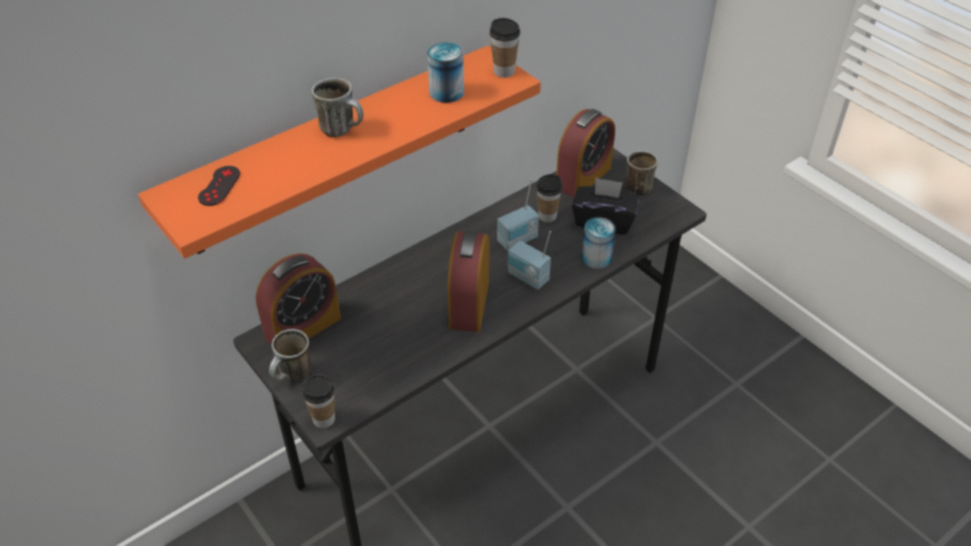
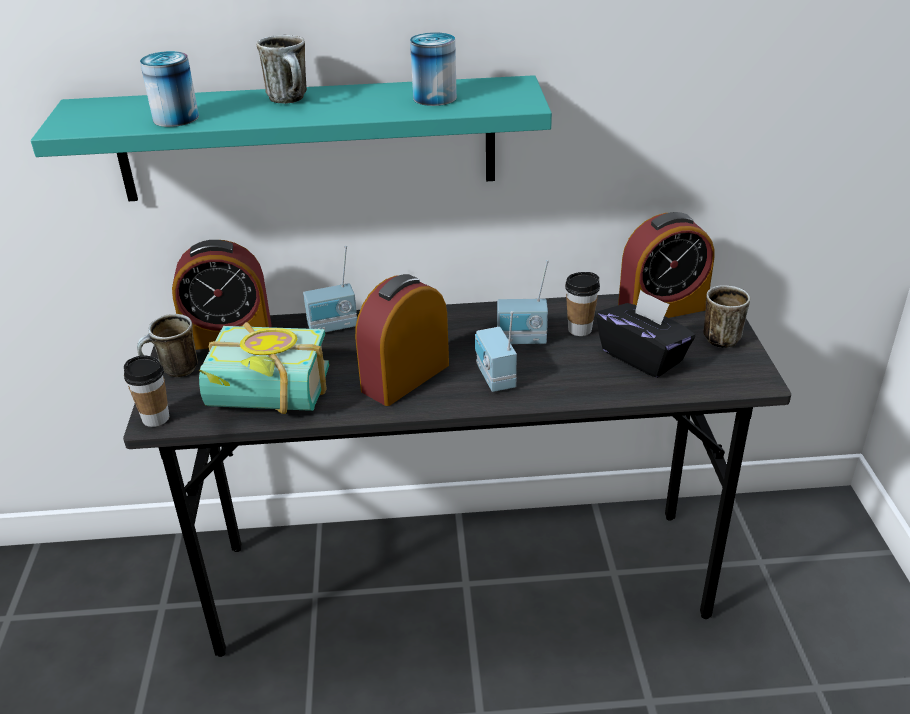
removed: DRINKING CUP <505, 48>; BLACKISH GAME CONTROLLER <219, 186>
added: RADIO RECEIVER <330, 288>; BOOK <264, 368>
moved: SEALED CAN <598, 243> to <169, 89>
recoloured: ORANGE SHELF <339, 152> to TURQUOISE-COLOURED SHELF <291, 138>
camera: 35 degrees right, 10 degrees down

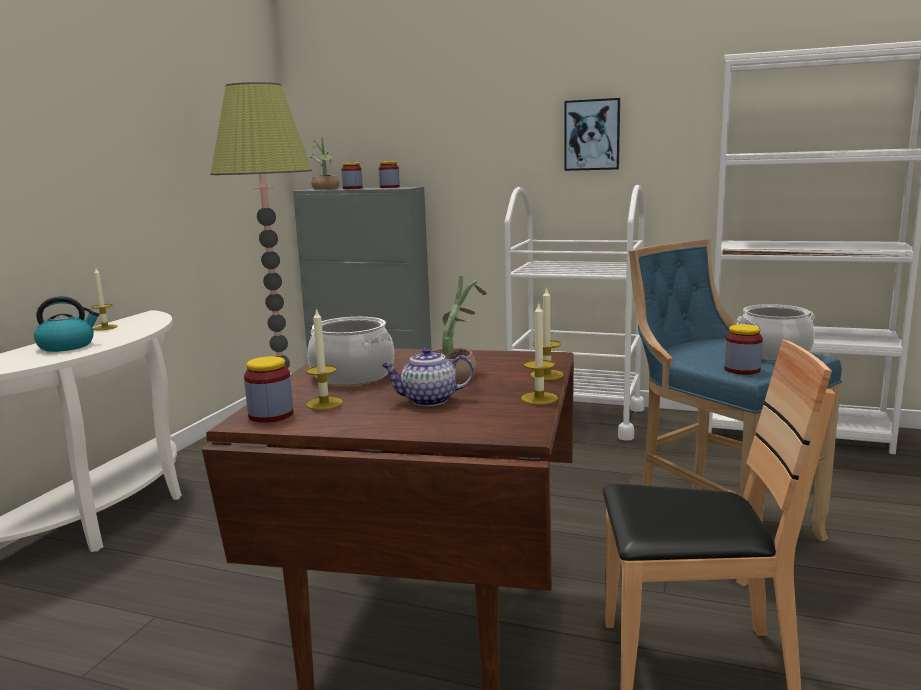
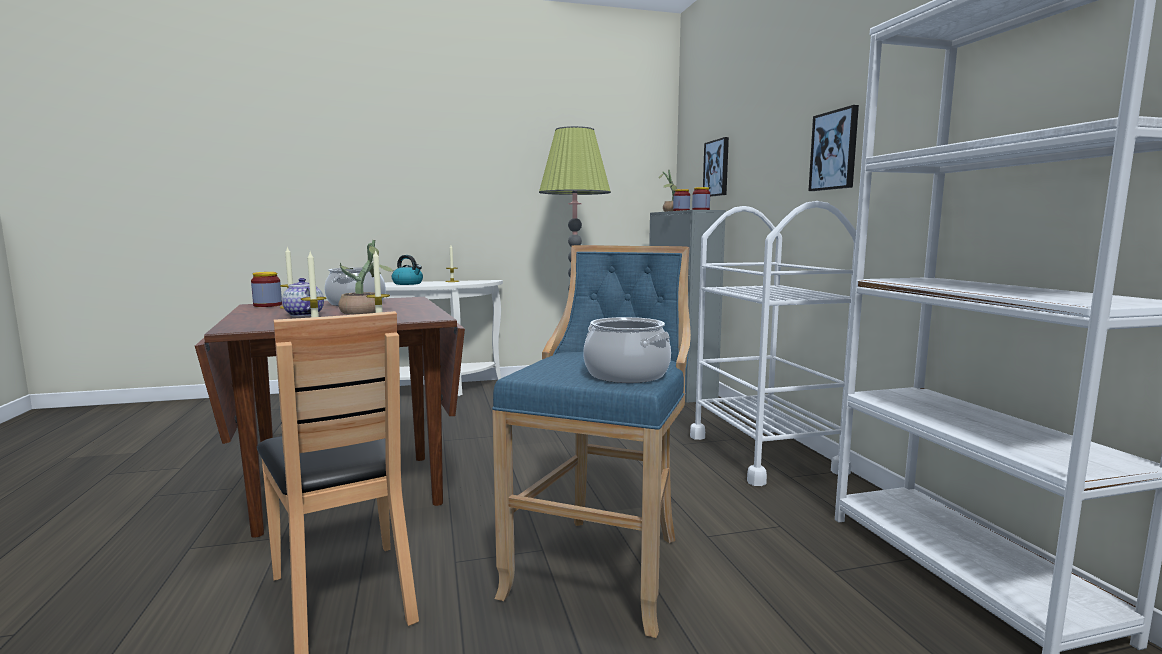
removed: JAR <743, 349>
added: PICTURE <716, 167>
camera: 55 degrees right, 5 degrees down

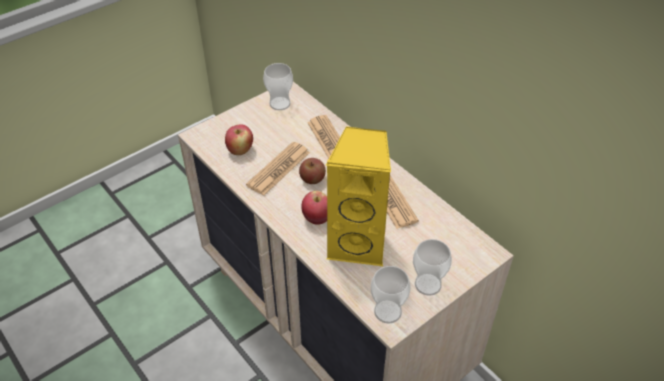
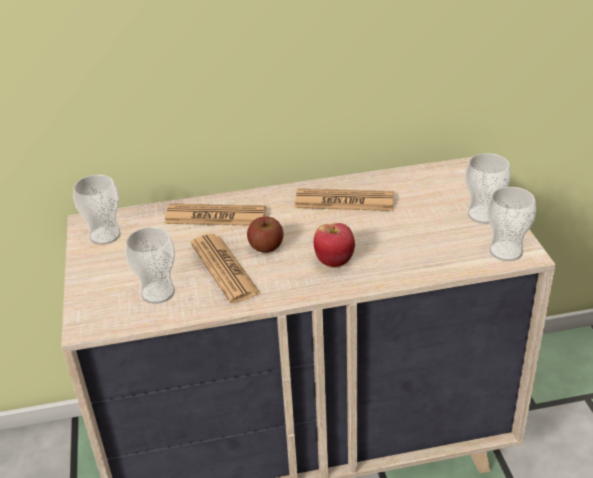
removed: YELLOW SPEAKER <358, 196>
replaced: WHOLE APPLE <239, 139> to DRINKING CUP <150, 265>
camera: 60 degrees left, 10 degrees down

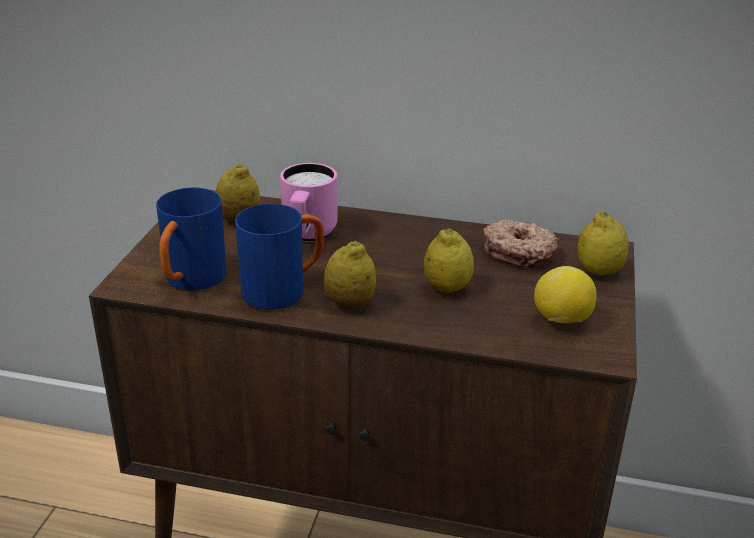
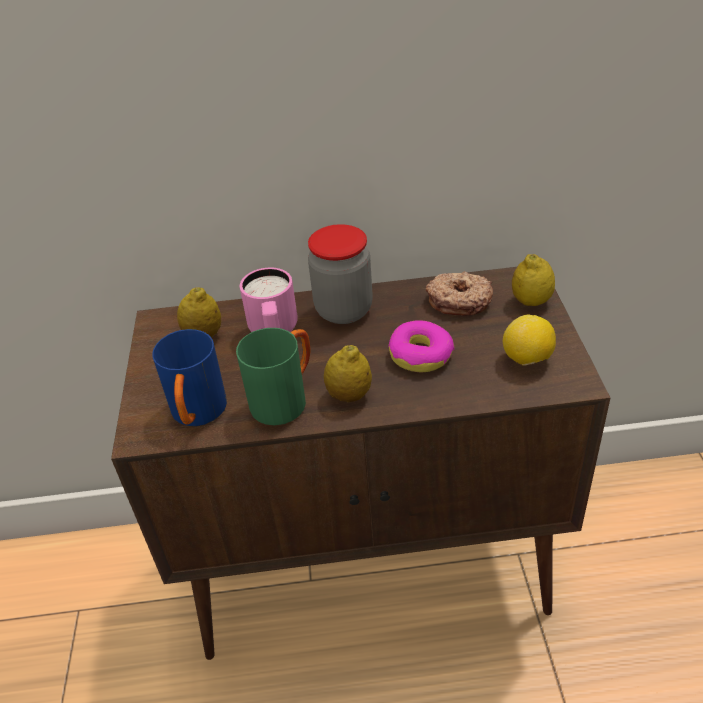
added: JAR <340, 274>
replaced: CITRUS FRUIT <449, 261> to RING DOUGHNUT <421, 346>
recoloured: BLUE-COLOURED MUG <279, 257> to GREENISH MUG <273, 376>
camera: 15 degrees left, 10 degrees up

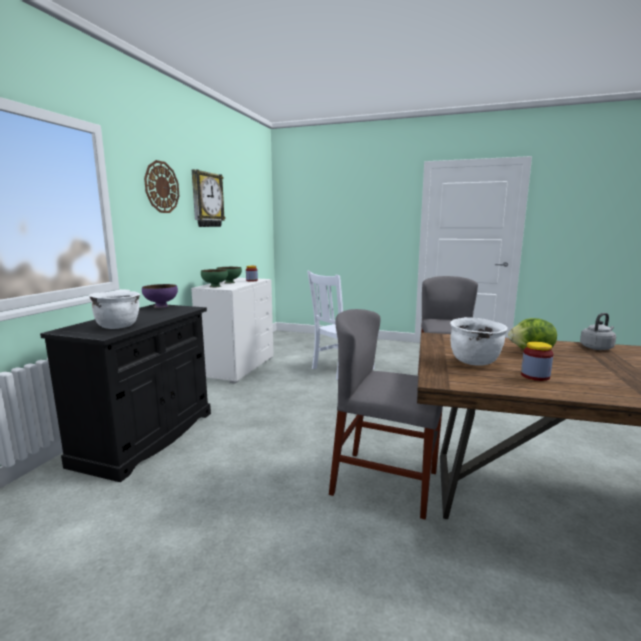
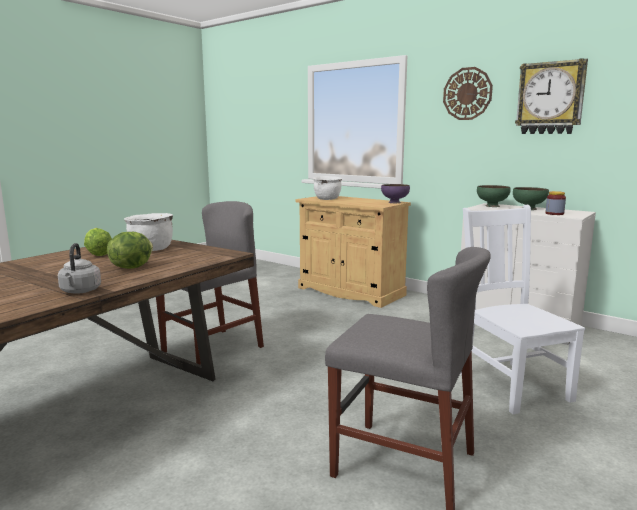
replaced: JAR <537, 361> to HEAD OF LETTUCE <98, 242>
recoloured: BLACKISH CUPBOARD <125, 393> to BEIGE-COLOURED CUPBOARD <353, 252>
camera: 110 degrees right, 0 degrees up

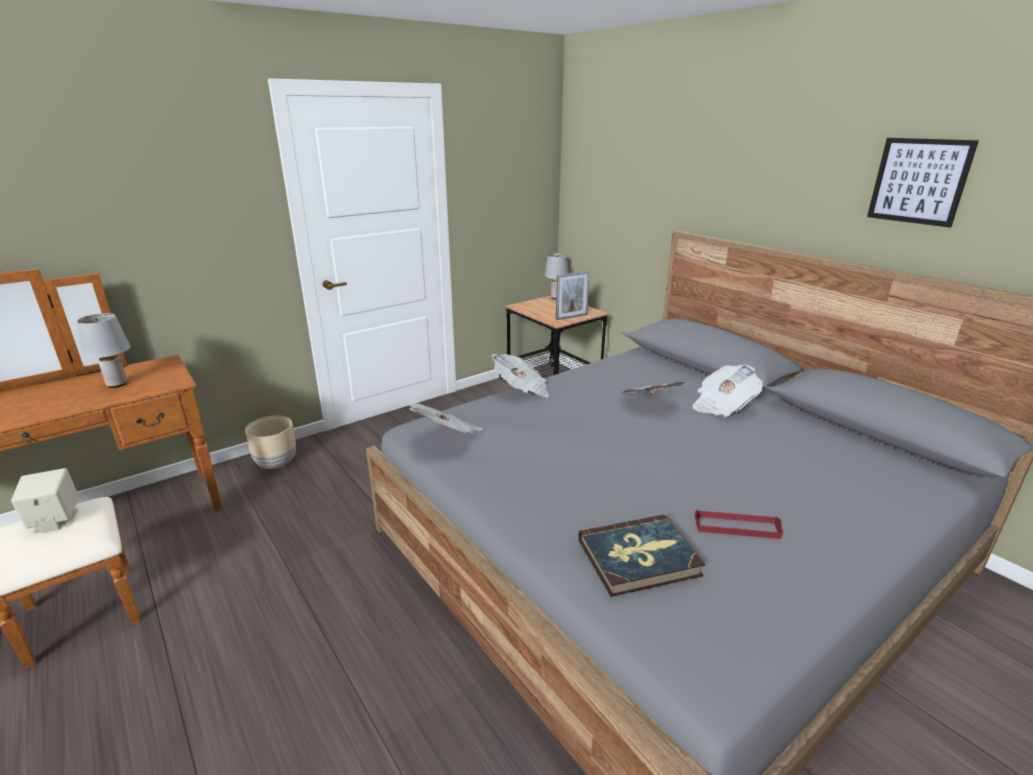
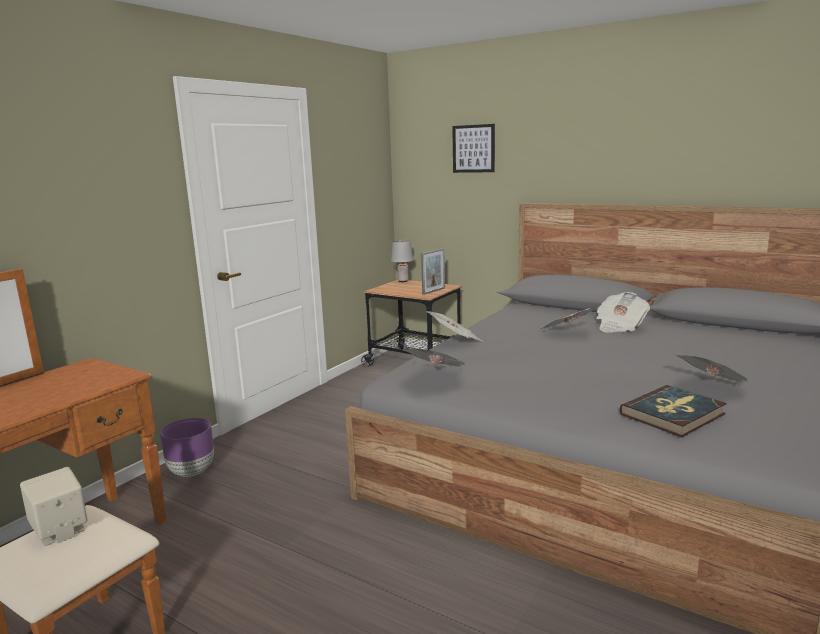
removed: GREY TABLE LAMP <103, 350>
moved: PICTURE <923, 183> to <473, 148>
replaced: RED SERVING TRAY <739, 524> to PRINTED PAPER <711, 368>
recoloured: BEIGE-COLOURED FLOWER POT <270, 442> to PURPLE FLOWER POT <187, 447>
camera: 20 degrees left, 10 degrees down

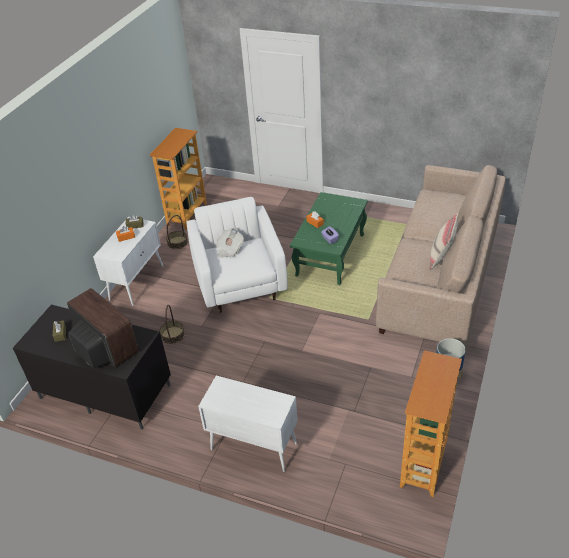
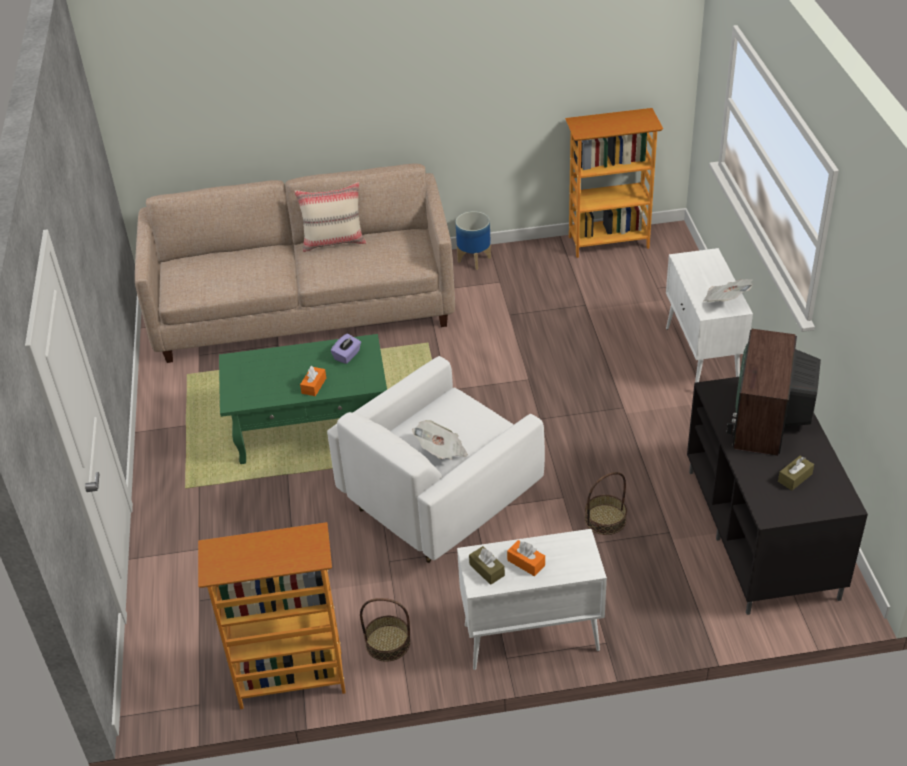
added: PRINTED PAPER <728, 290>
camera: 120 degrees left, 0 degrees up

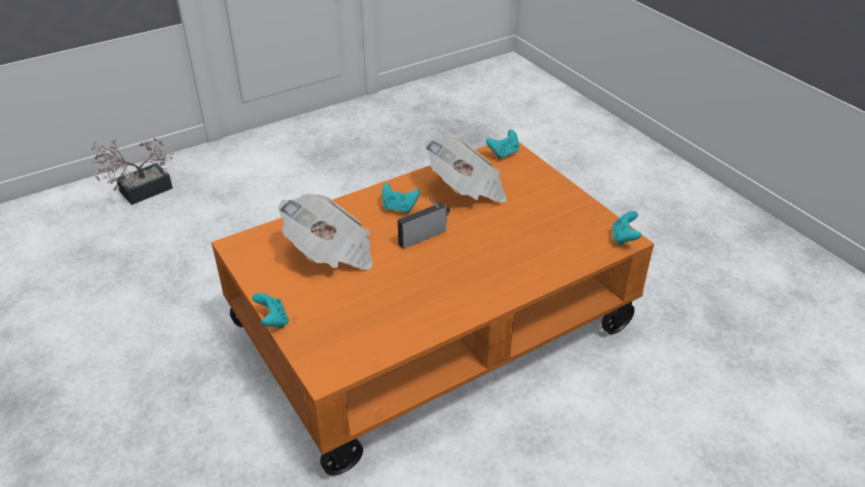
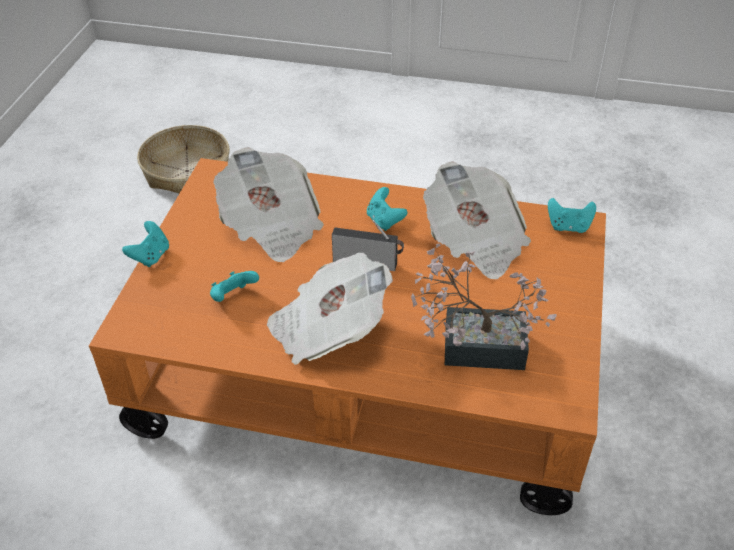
added: STORAGE BASKET <183, 159>; PRINTED PAPER <330, 309>
moved: HOUSEPLANT <132, 171> to <484, 306>; TURQUOISE-COLOURED GAME CONTROLLER <626, 228> to <234, 286>
camera: 45 degrees right, 5 degrees up

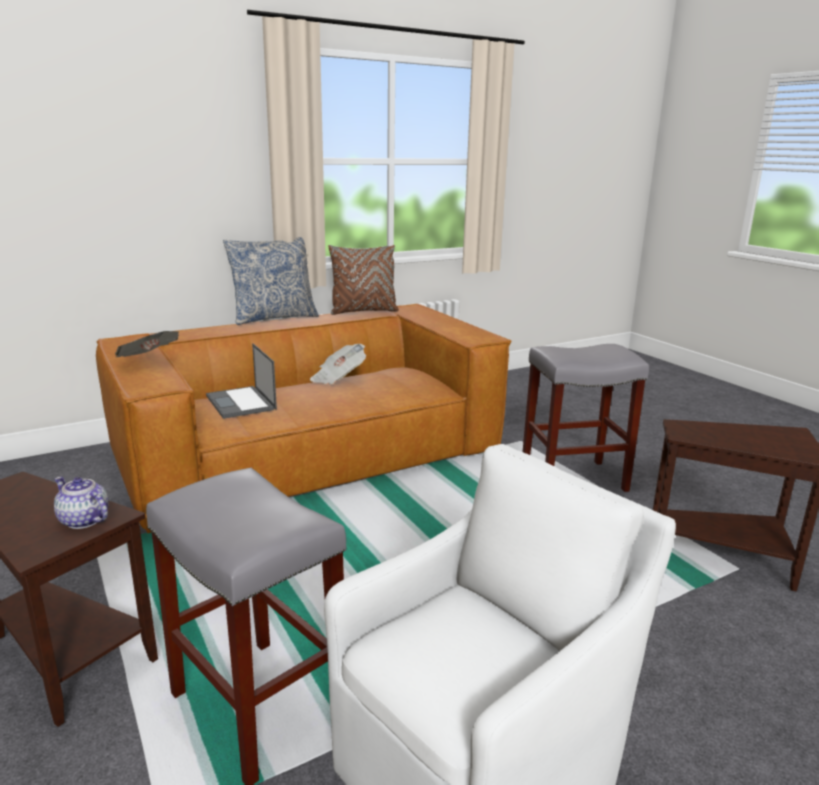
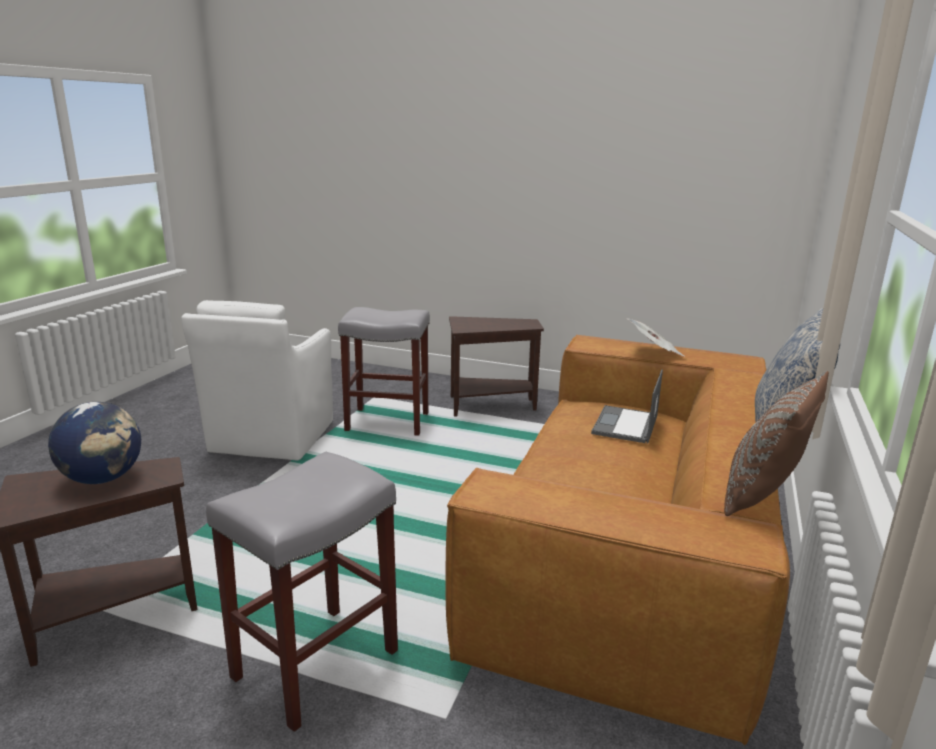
removed: PRINTED PAPER <338, 364>; TEA POT <81, 503>
added: GLOBE <94, 443>
turned: NOTEBOOK COMPUTER <241, 381> = <627, 407> 90 degrees counterclockwise
camera: 140 degrees right, 0 degrees up

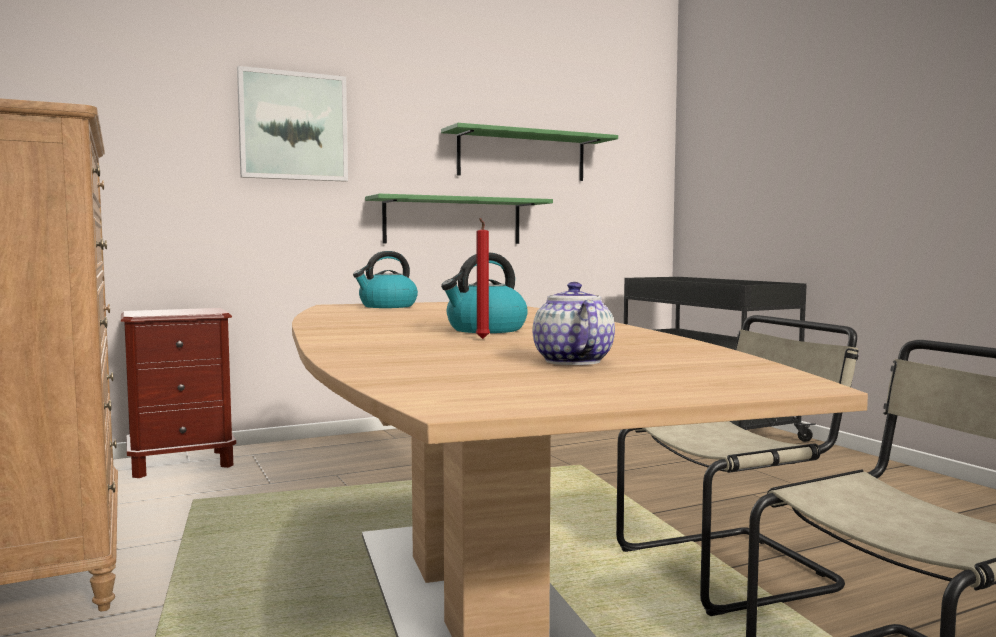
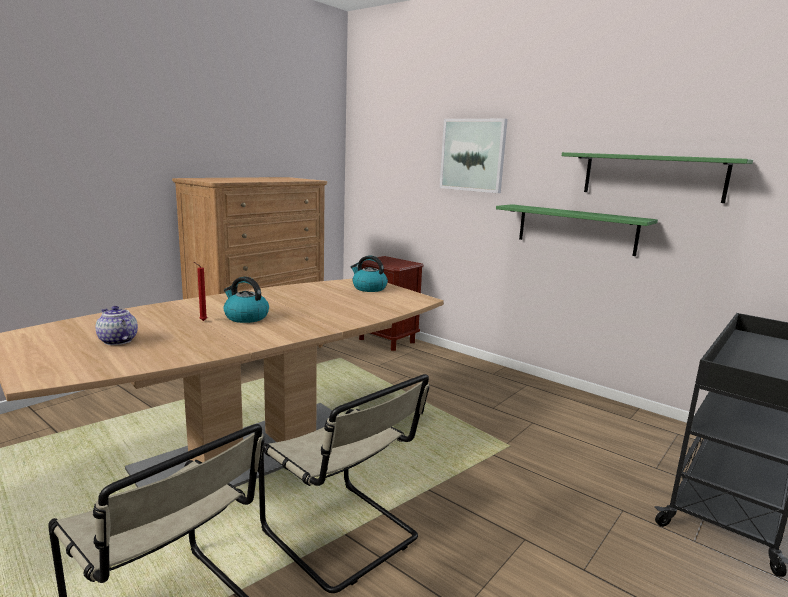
turned: TEA POT <574, 323> = <117, 325> 105 degrees counterclockwise
camera: 65 degrees right, 10 degrees up

